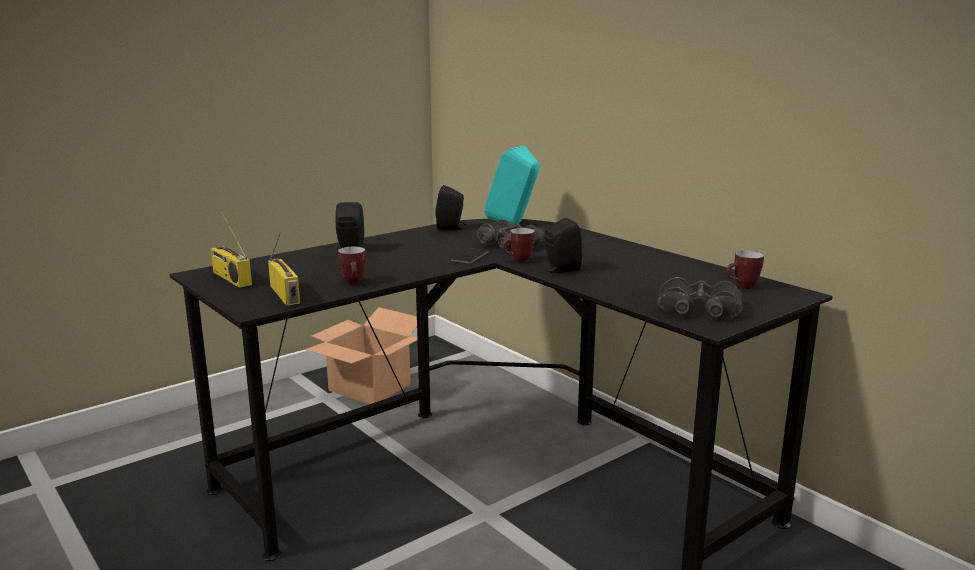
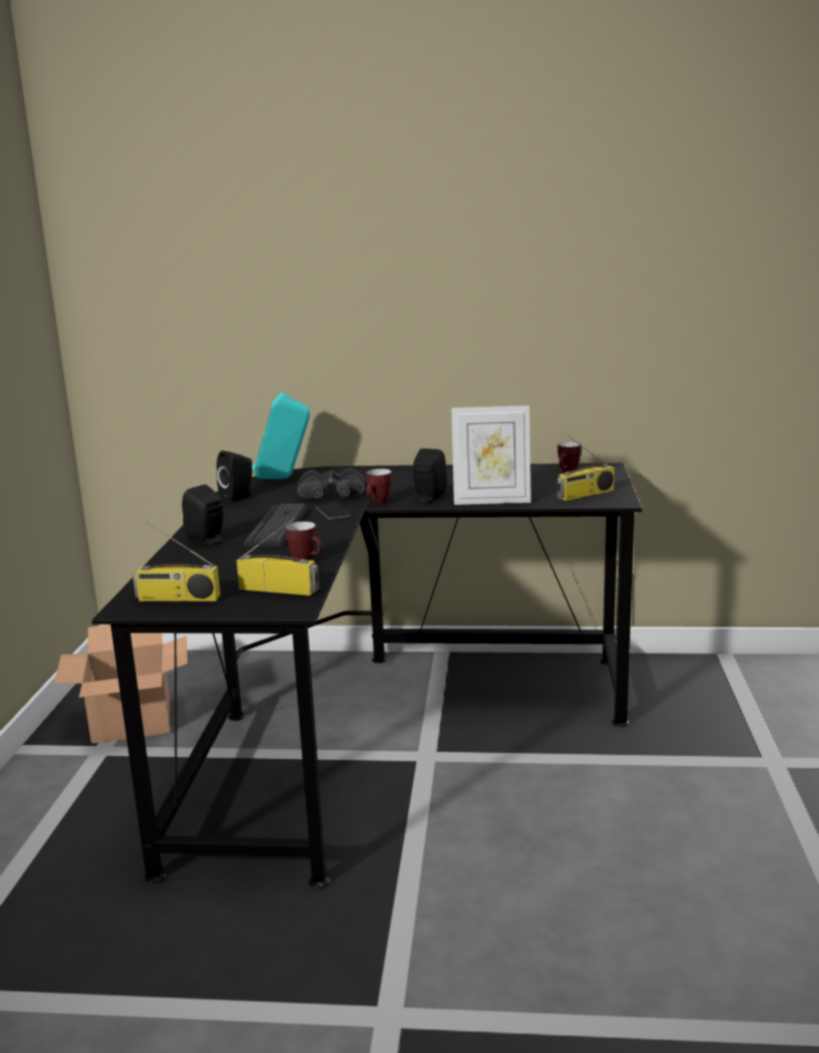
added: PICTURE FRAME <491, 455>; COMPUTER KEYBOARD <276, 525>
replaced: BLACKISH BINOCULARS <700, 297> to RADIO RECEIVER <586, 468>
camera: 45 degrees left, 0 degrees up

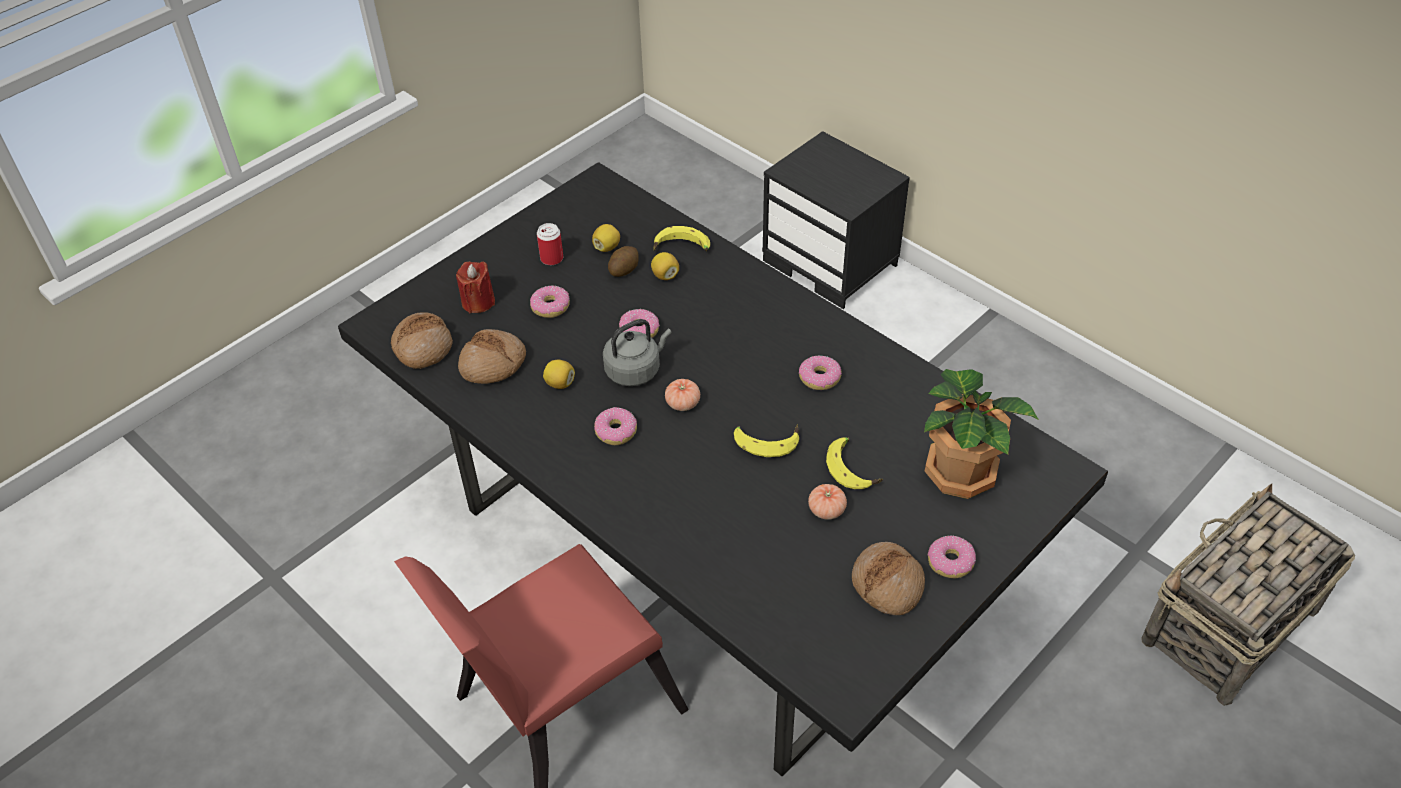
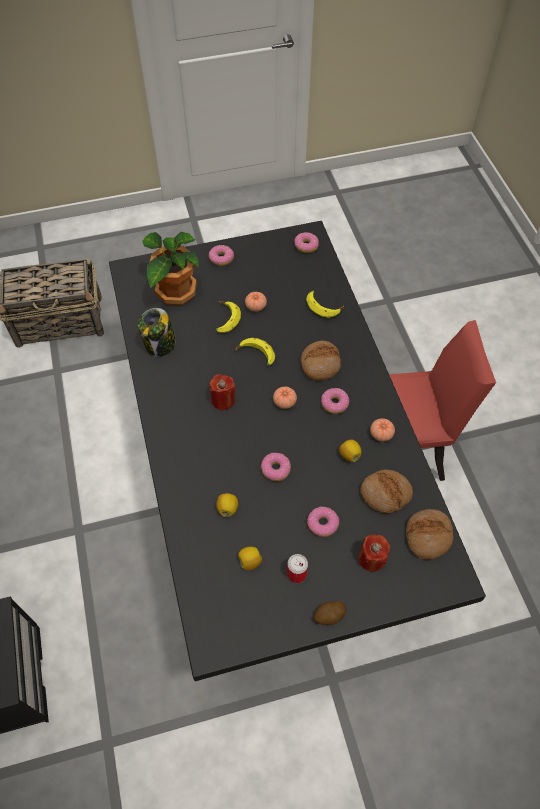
removed: GREY KETTLE <637, 352>
added: JAR <157, 332>; RED CANDLE <222, 392>; WHOLE TOMATO <382, 430>
moved: BANANA FRUIT <681, 238> to <325, 304>; WHOLE POTATO <623, 261> to <330, 613>; RING DOUGHNUT <820, 372> to <306, 242>; BAKERY BREAD <888, 578> to <321, 361>
camera: 150 degrees left, 10 degrees up

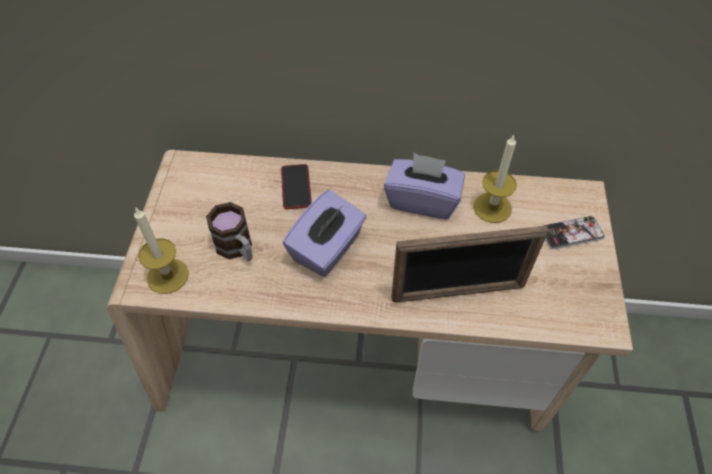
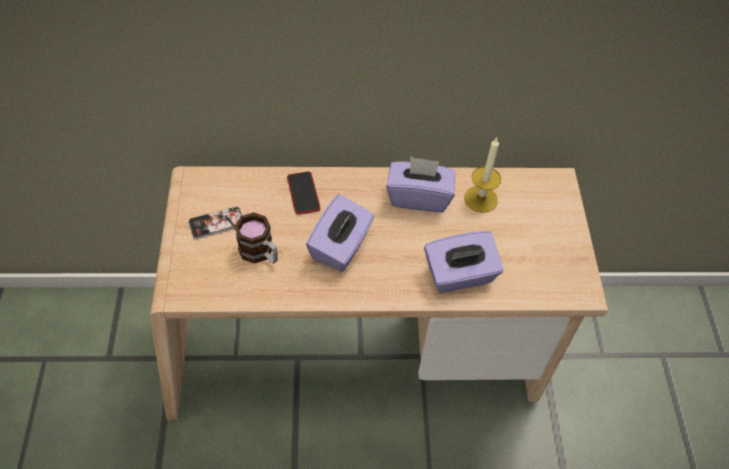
removed: CANDLE <161, 250>
moved: PHONE <574, 232> to <215, 223>
replaced: PICTURE FRAME <470, 264> to PURPLE BOX OF TISSUES <463, 262>
camera: 10 degrees left, 0 degrees up

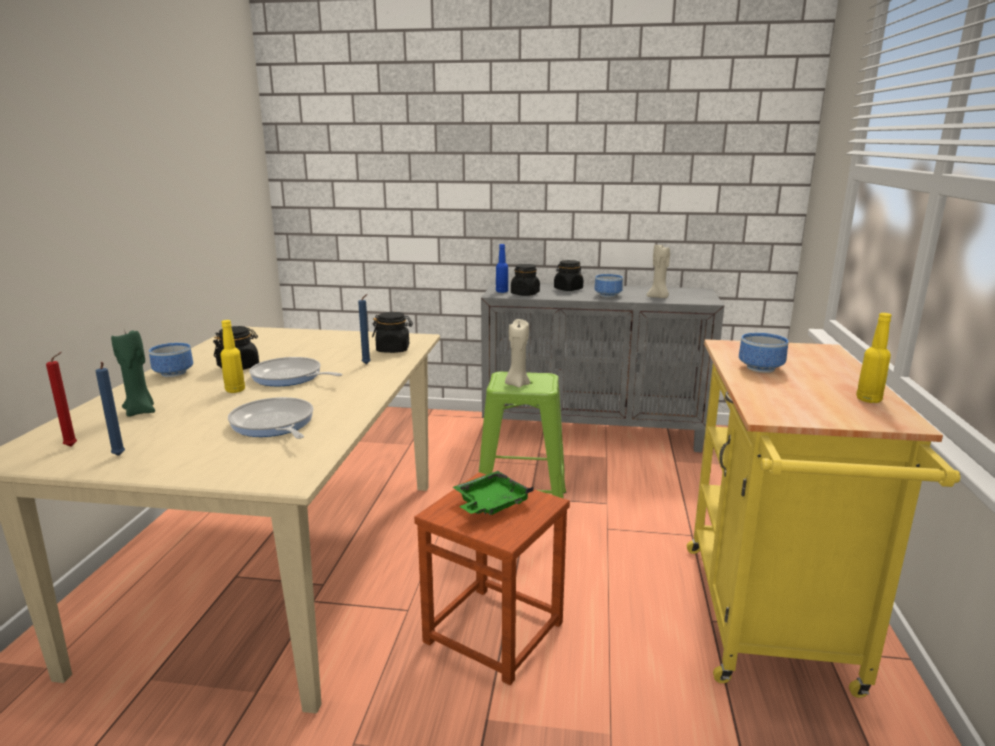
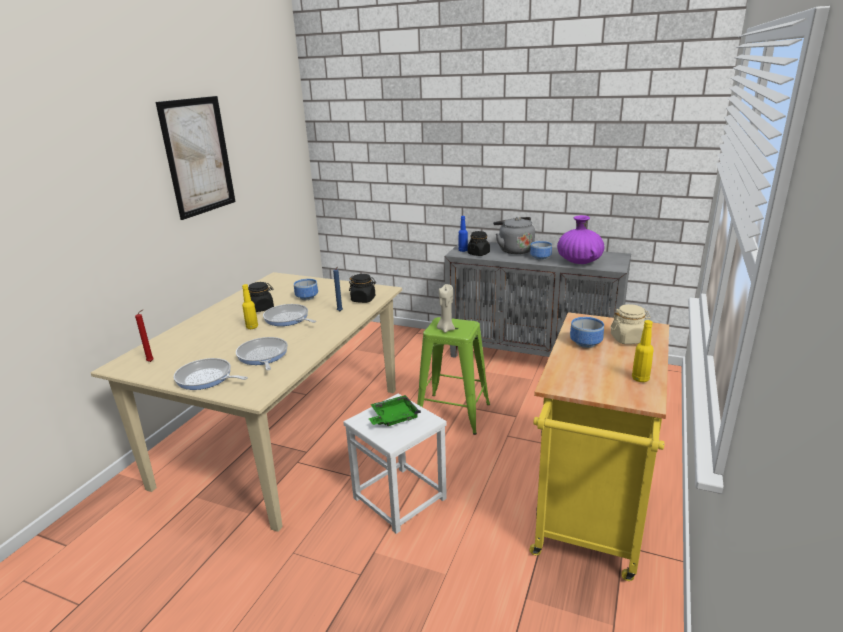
removed: GREENISH CANDLE <133, 373>; BLUE-COLOURED CANDLE <110, 409>
added: PICTURE <195, 158>; BEIGE-COLOURED JAR <631, 324>; SKILLET <211, 374>
moved: DEEP DISH <171, 360> to <306, 289>
replaced: BEIGE-COLOURED CANDLE <658, 271> to PURPLE FLOWER VASE <581, 239>; BLACKISH JAR <568, 275> to GREY KETTLE <514, 235>
recoloured: BROWN SITTING STOOL <492, 578> to WHITE SITTING STOOL <395, 464>
camera: 15 degrees right, 5 degrees up

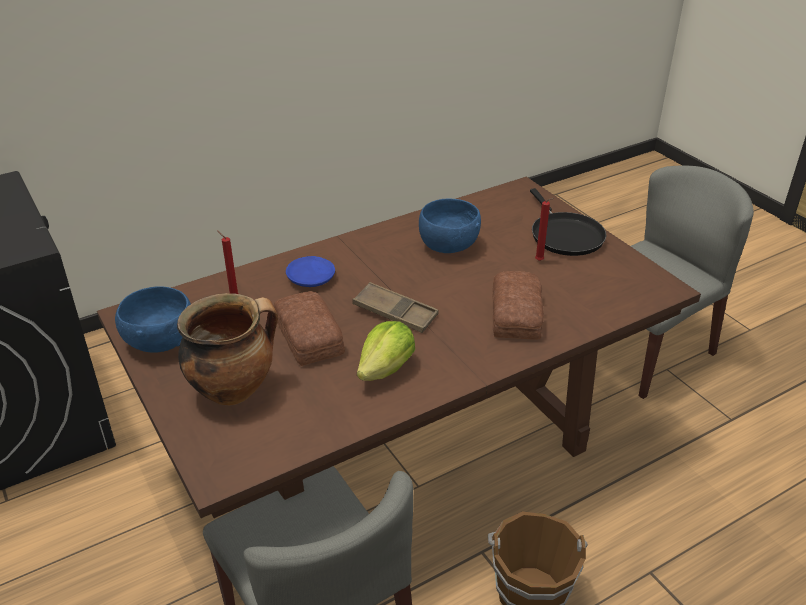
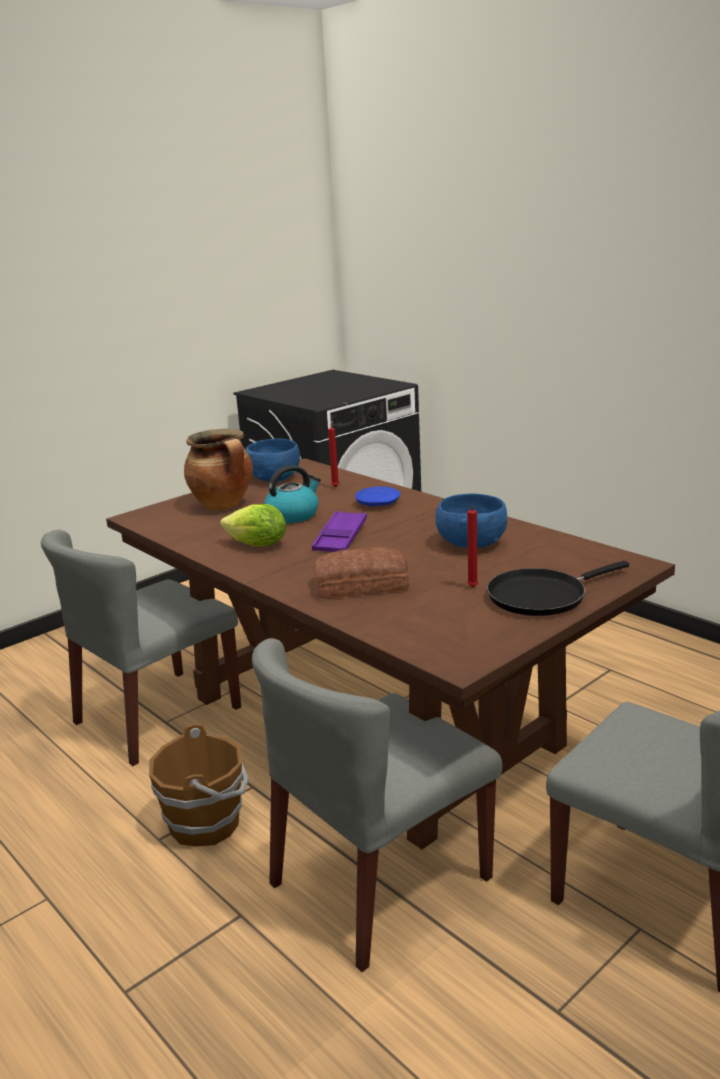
added: GREY PLAIN CHAIR <377, 805>
replaced: BAKERY BREAD <309, 328> to KETTLE <292, 494>
recoloured: BROWN SERVING TRAY <395, 307> to PURPLE SERVING TRAY <339, 531>
camera: 80 degrees right, 15 degrees down

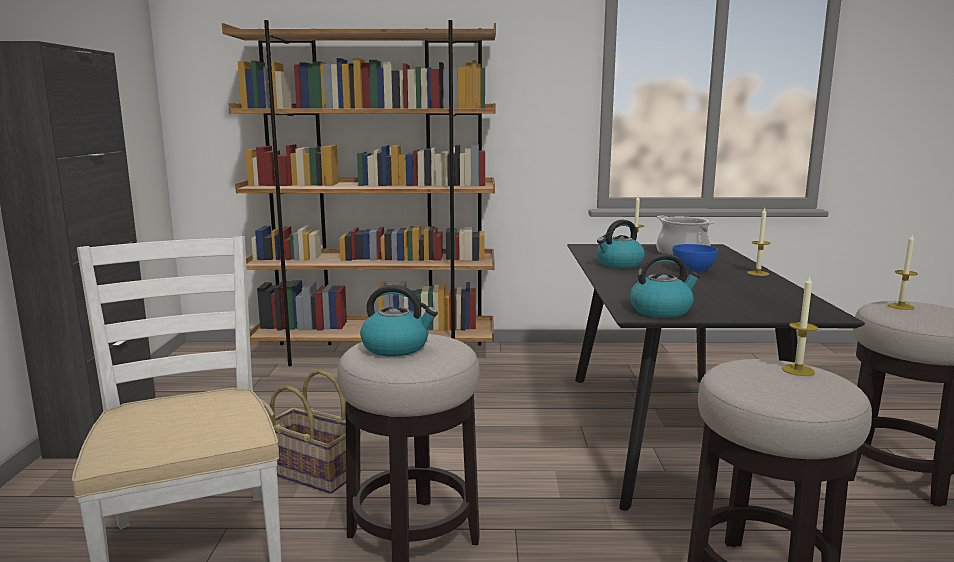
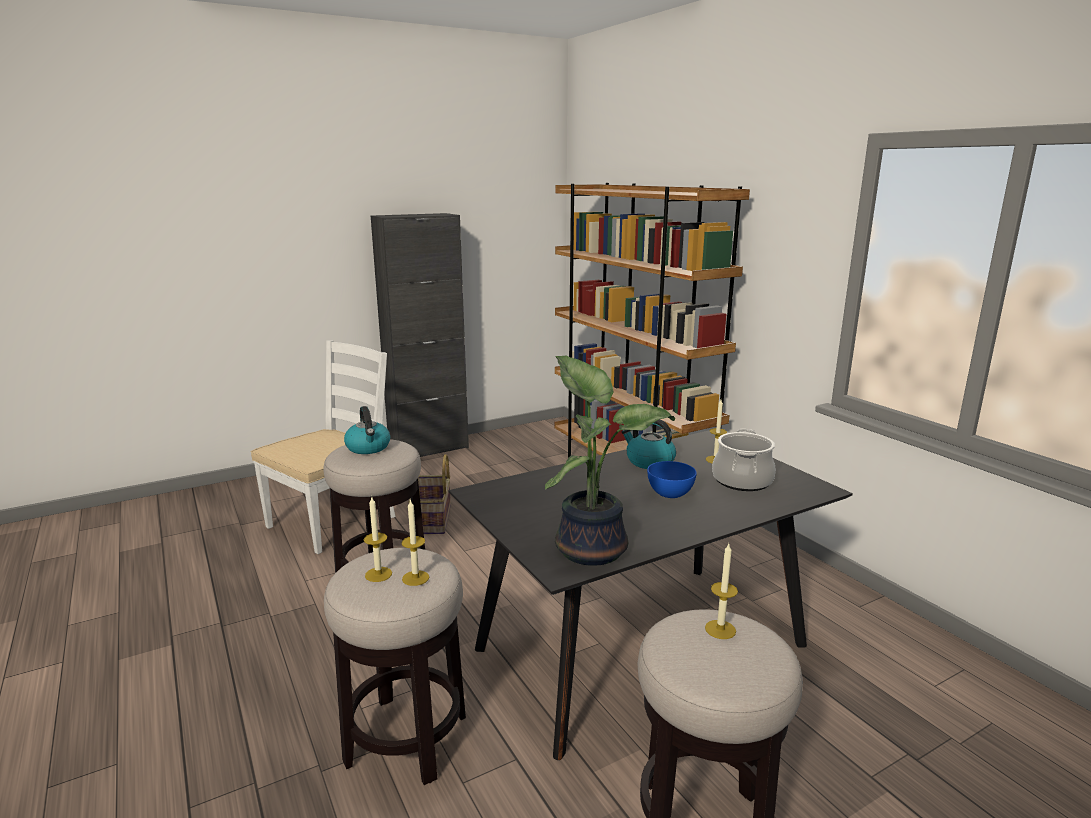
removed: KETTLE <665, 285>
added: HOUSEPLANT <610, 461>
moved: CANDLE <759, 242> to <378, 539>
camera: 60 degrees right, 5 degrees up

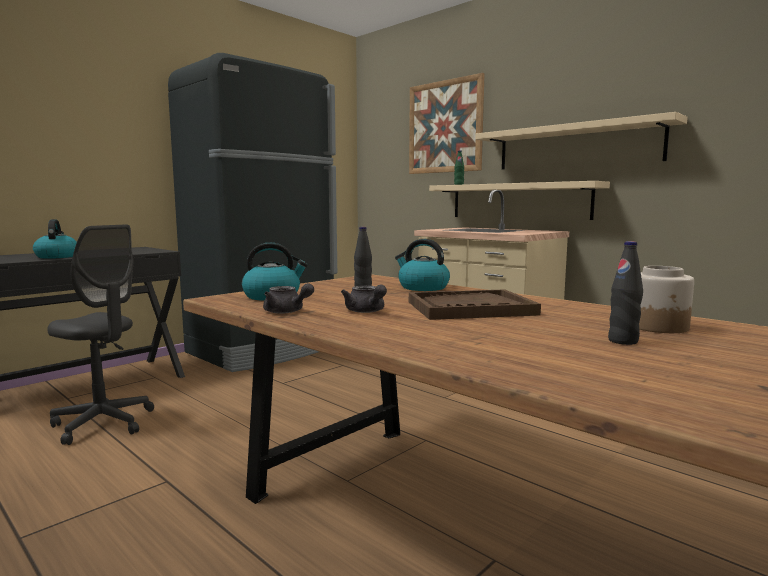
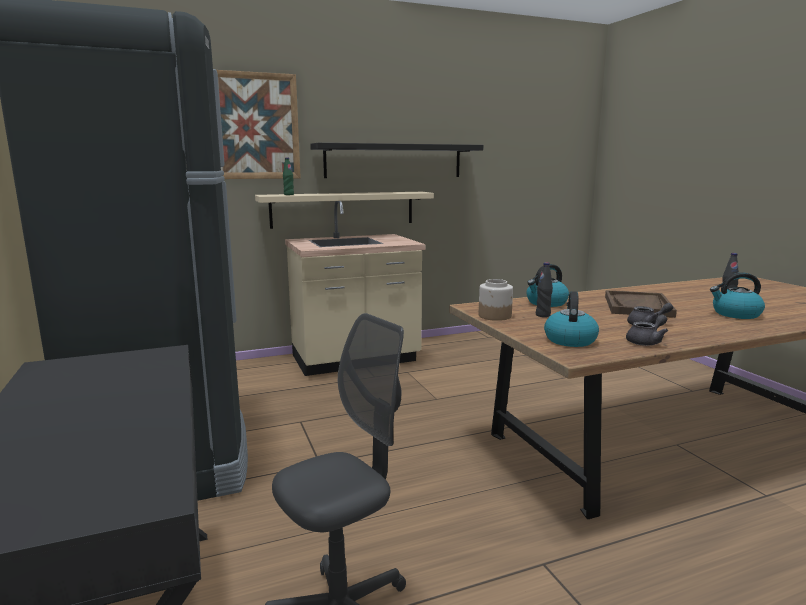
moved: KETTLE <55, 239> to <737, 295>; JAR <666, 299> to <496, 300>
recoloured: BEIGE-COLOURED SHELF <581, 140> to BLACKISH SHELF <396, 160>
camera: 65 degrees left, 5 degrees up

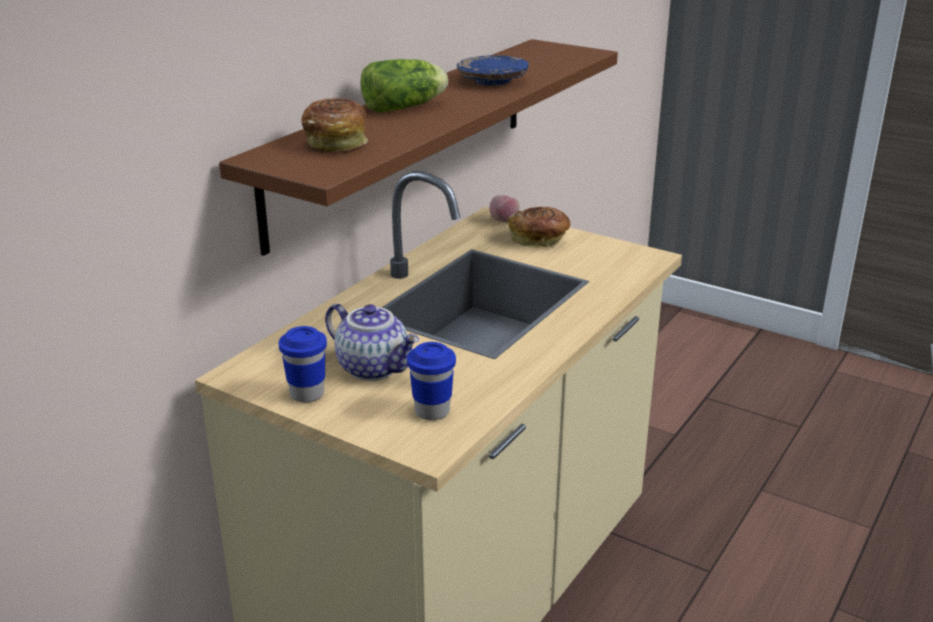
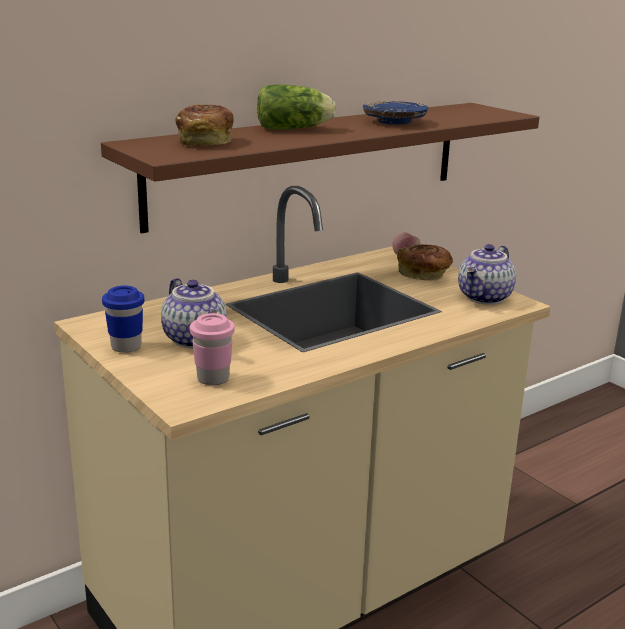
added: TEA POT <487, 274>
recoloured: BLUE-COLOURED DRINKING CUP <431, 381> to PINK-COLOURED DRINKING CUP <212, 349>
camera: 20 degrees right, 5 degrees down

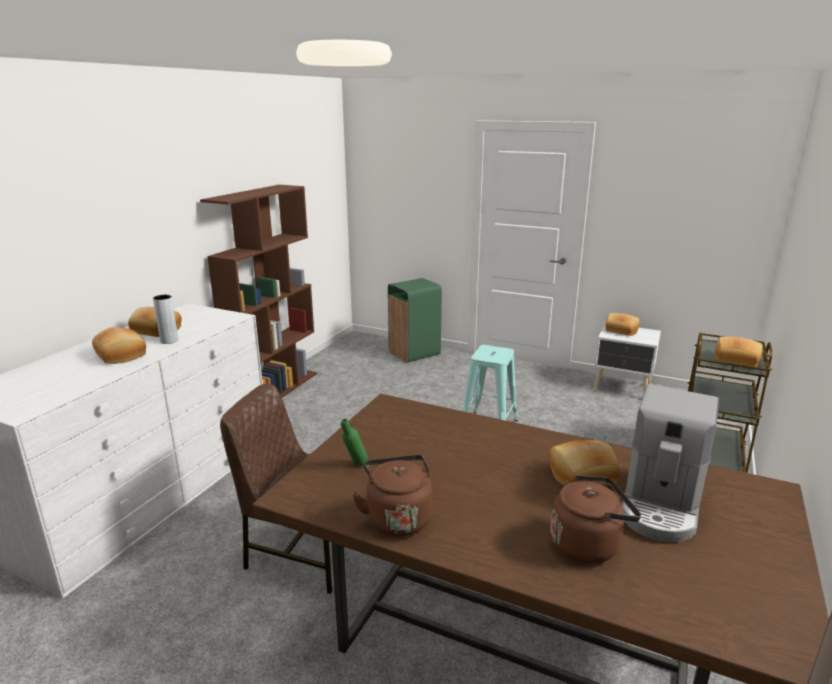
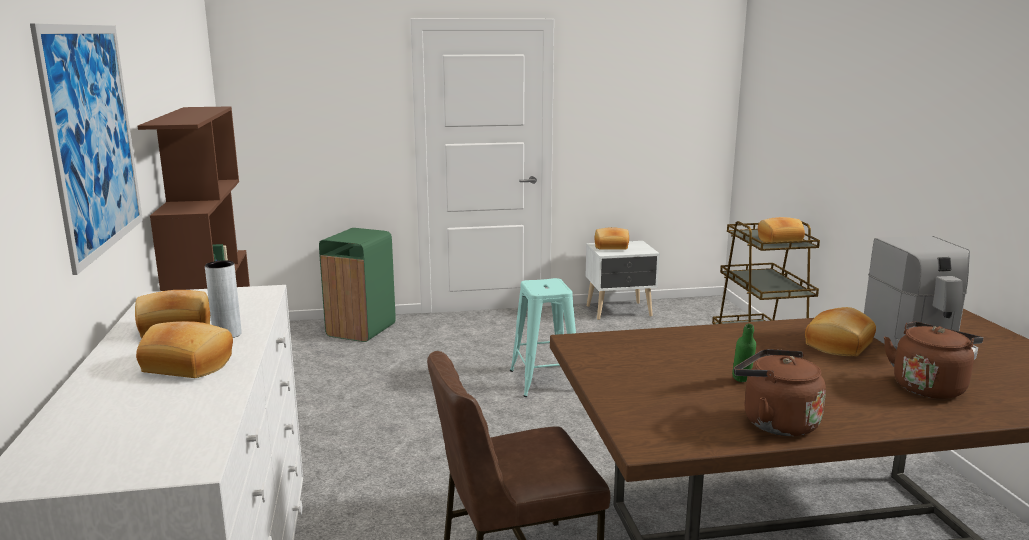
added: PICTURE <86, 149>
moved: GREENISH BOTTLE <354, 442> to <744, 353>
camera: 35 degrees left, 5 degrees down

